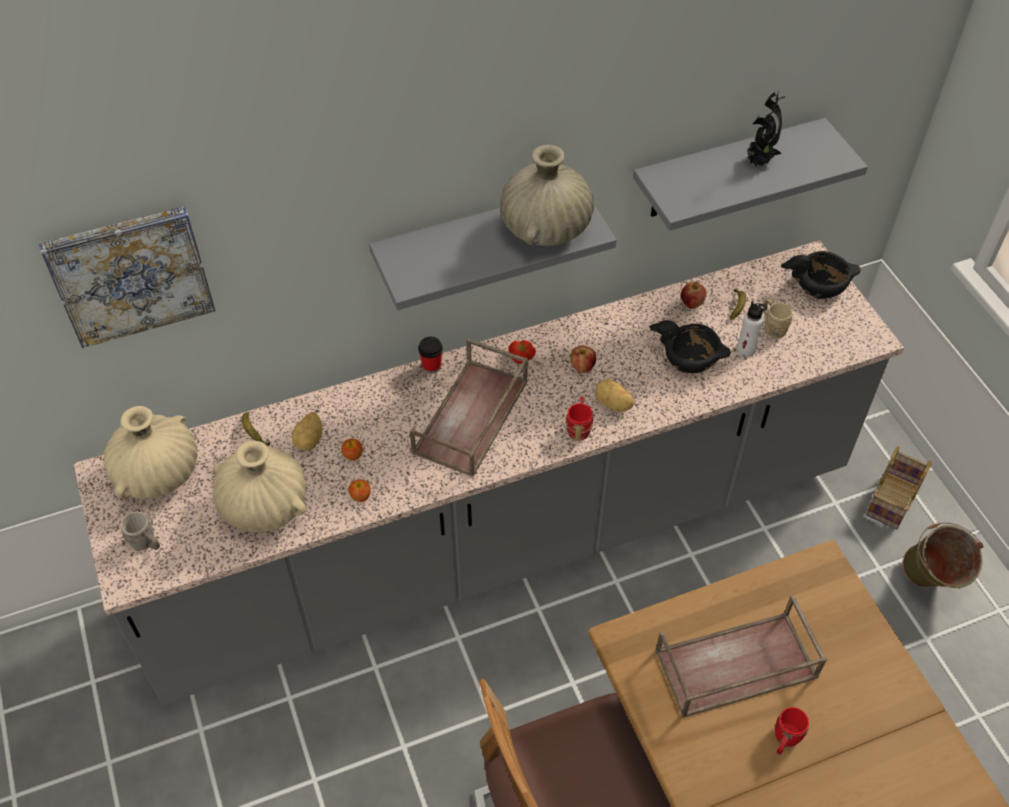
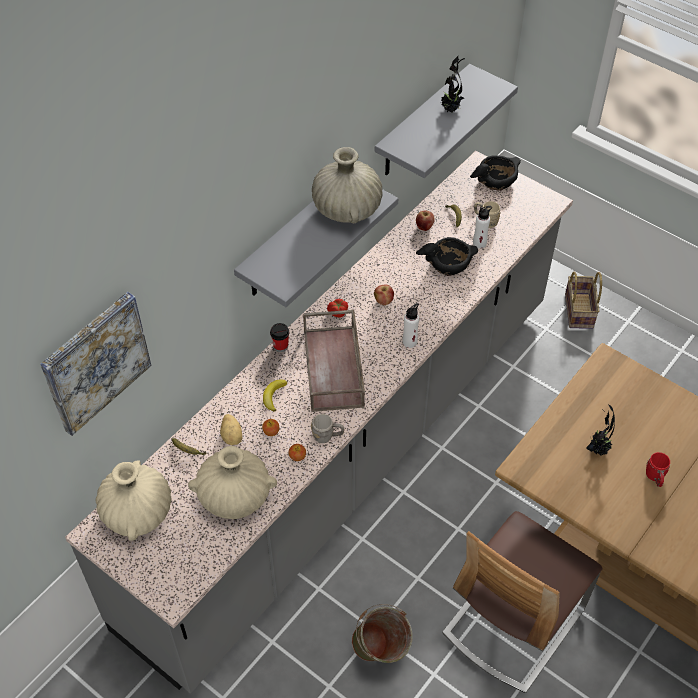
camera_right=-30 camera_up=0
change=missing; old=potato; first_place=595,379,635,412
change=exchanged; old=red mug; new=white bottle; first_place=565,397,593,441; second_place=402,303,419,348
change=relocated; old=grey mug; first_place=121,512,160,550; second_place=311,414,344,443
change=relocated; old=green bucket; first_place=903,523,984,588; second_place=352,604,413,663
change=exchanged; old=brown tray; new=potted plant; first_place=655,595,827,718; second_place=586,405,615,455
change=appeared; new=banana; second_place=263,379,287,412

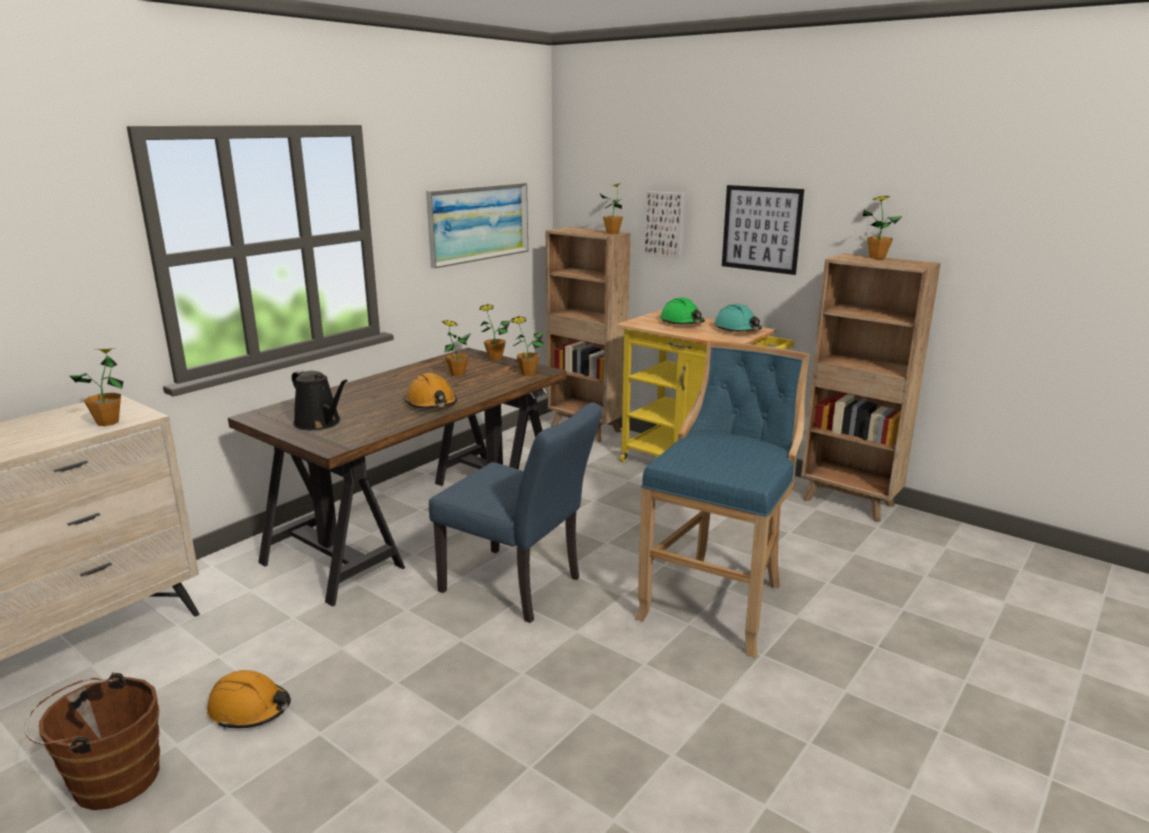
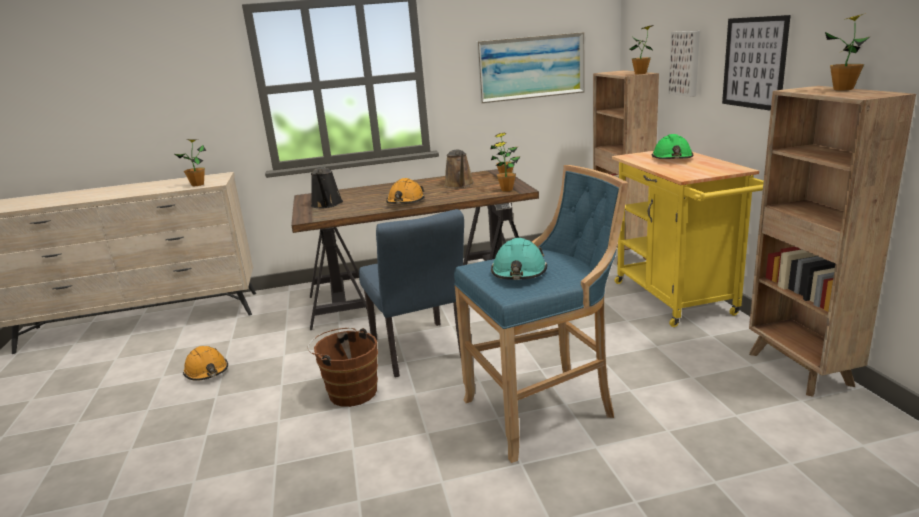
camera_right=40 camera_up=0
change=relocated; old=turquoise hard hat; first_place=714,304,762,332; second_place=491,238,547,280
change=exchanged; old=potted plant; new=brown watering can; first_place=442,320,471,376; second_place=444,150,474,188
change=relocated; old=brown bucket; first_place=25,672,160,810; second_place=308,328,378,407

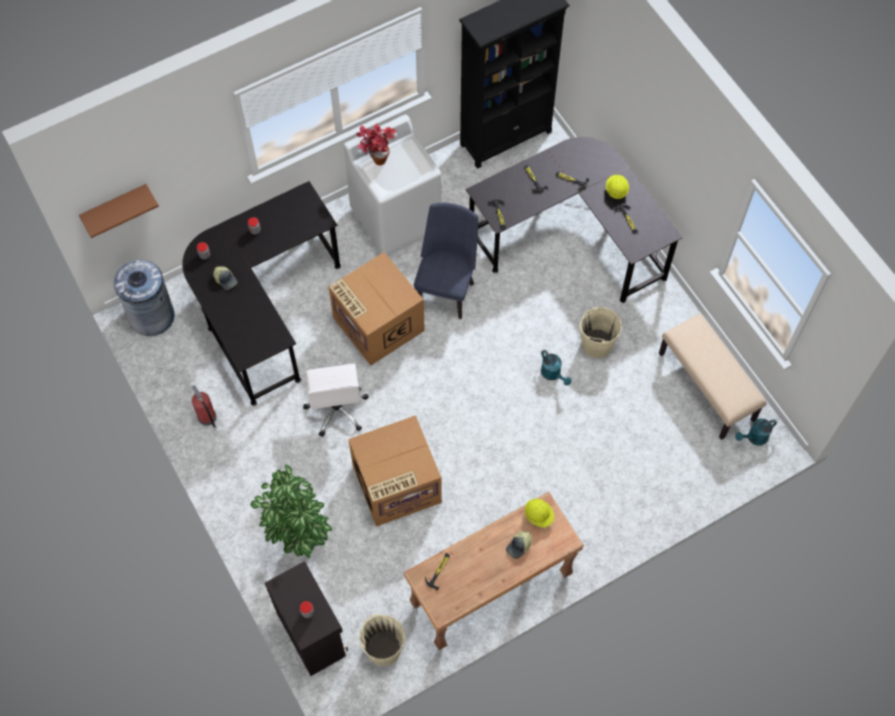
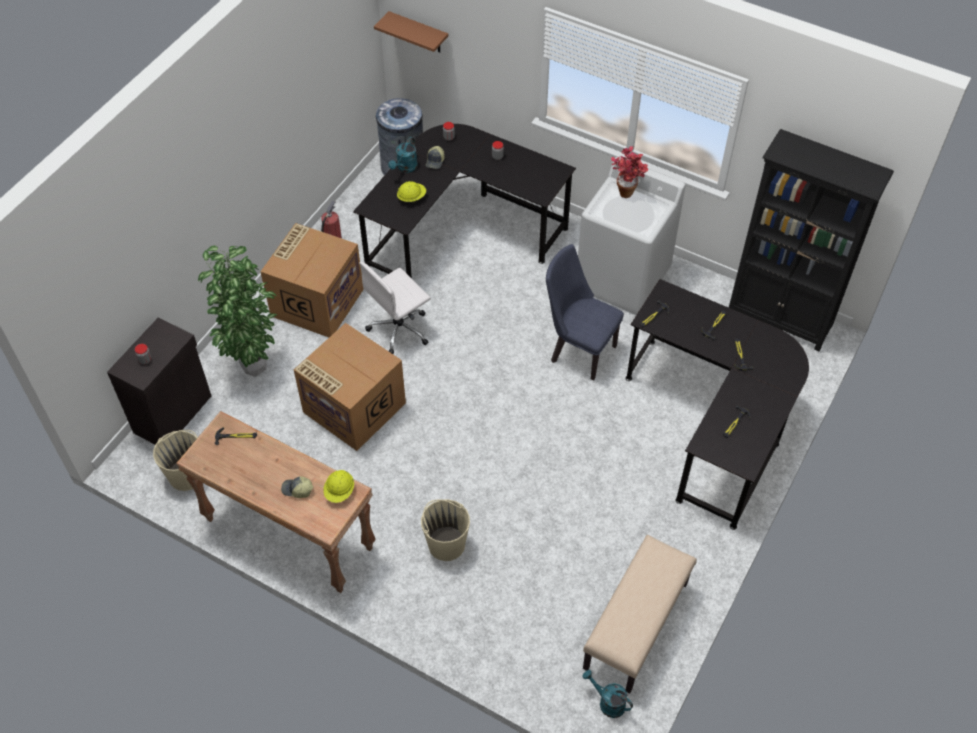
camera_right=60 camera_up=-10
change=relocated; old=yellow hard hat; first_place=606,175,629,199; second_place=397,181,426,203
change=spun; old=blue chair; first_place=414,203,478,319; second_place=546,244,624,380; degrees=-135
change=relocated; old=cardboard box; first_place=329,252,425,366; second_place=260,223,364,337
change=relocated; old=beige bucket; first_place=579,307,622,358; second_place=421,499,470,561
change=relocated; old=turquoise watering can; first_place=541,350,571,385; second_place=388,137,418,173

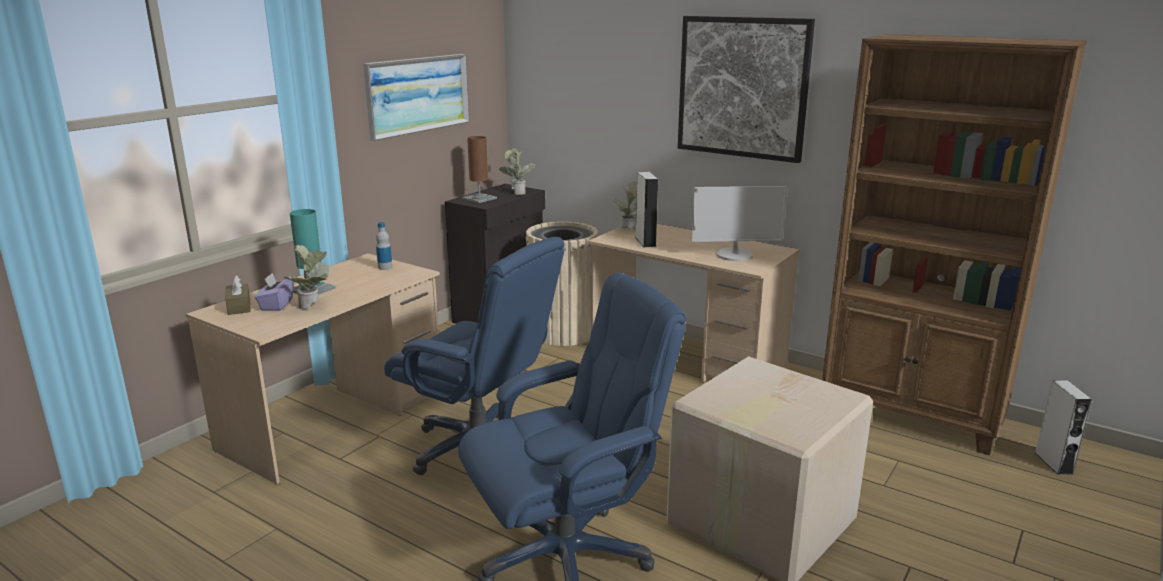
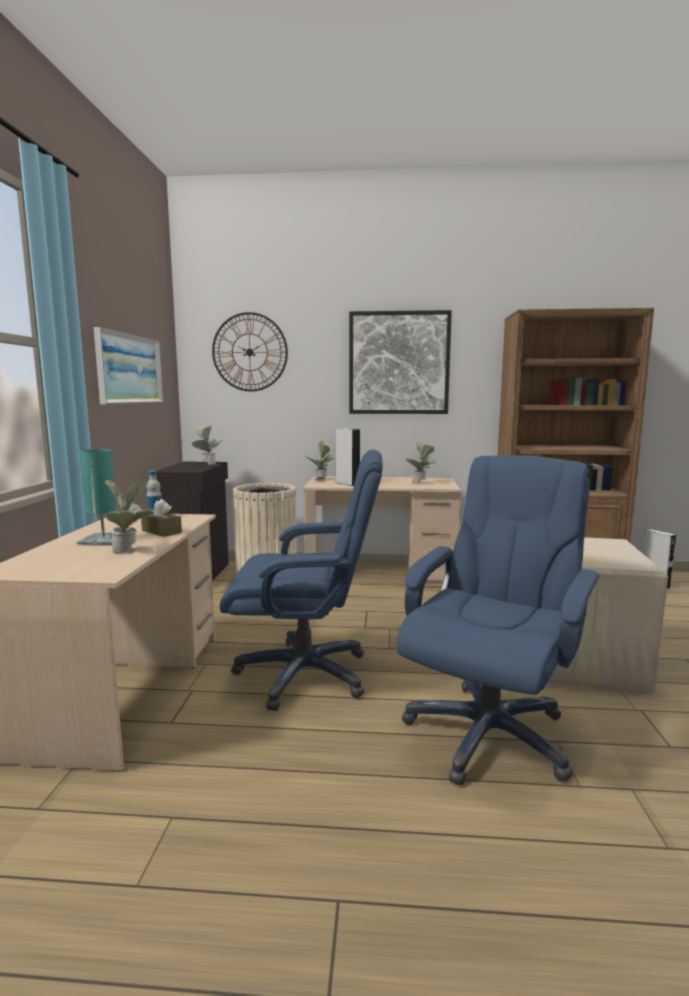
camera_right=-30 camera_up=-10
change=missing; old=brown table lamp; first_place=462,136,497,203
change=exchanged; old=monitor; new=potted plant; first_place=692,186,787,261; second_place=406,442,436,483
change=missing; old=purple tissue box; first_place=255,273,293,311
change=relocated; old=brown tissue box; first_place=225,275,250,315; second_place=141,499,182,537
change=appeared; new=wall clock; second_place=212,312,288,391

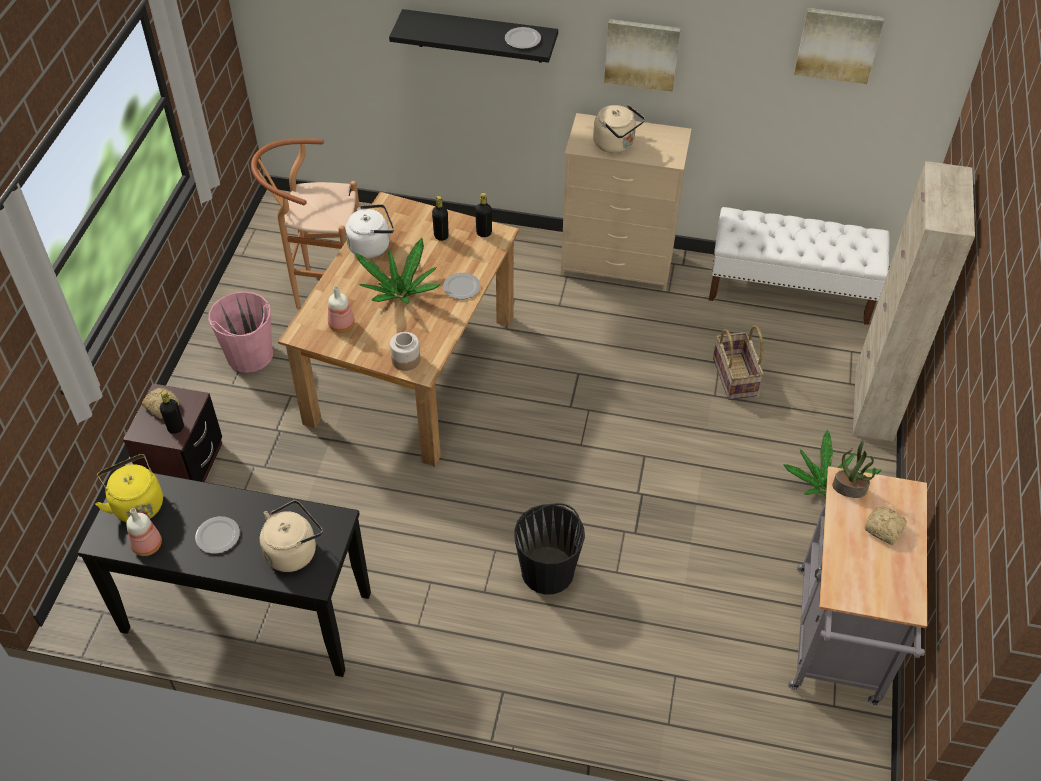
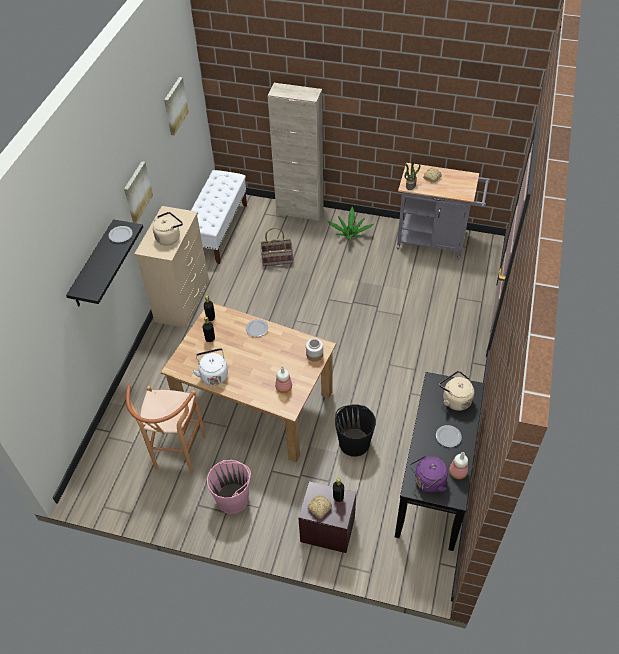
camera_right=-85 camera_up=0
change=missing; old=potted plant; first_place=356,238,440,304
change=colour; old=yellow kettle; new=purple kettle; first_place=95,454,163,522; second_place=410,456,448,493
change=relocated; old=black bucket; first_place=514,503,585,595; second_place=335,405,376,457

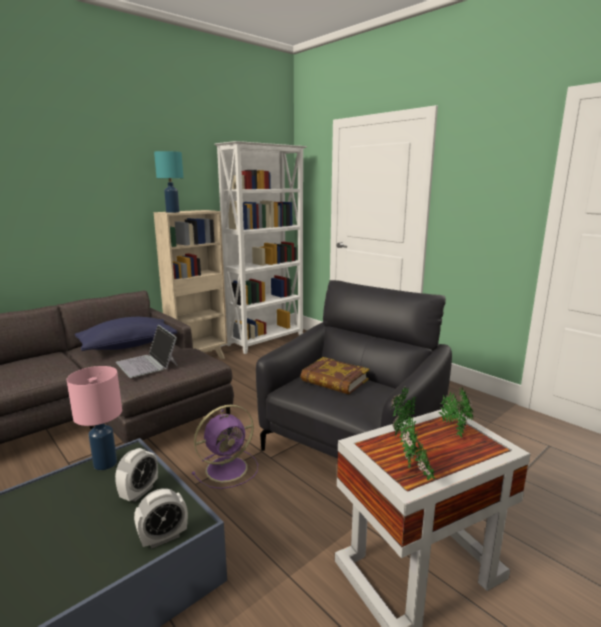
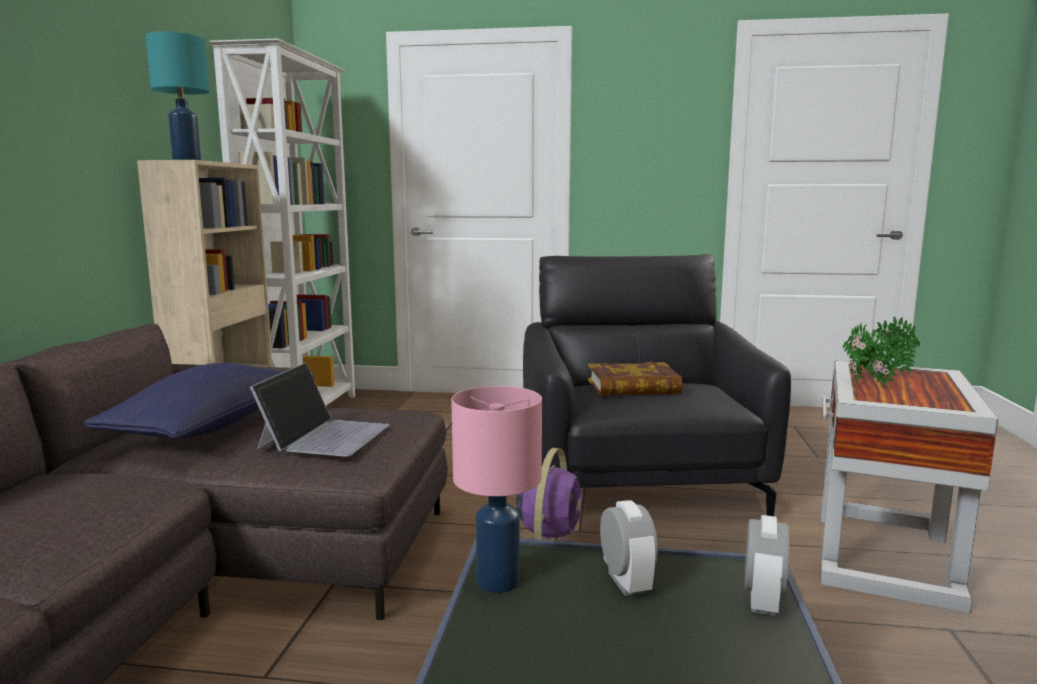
camera_right=-40 camera_up=-5
change=spun; old=laptop; first_place=116,325,178,378; second_place=250,363,390,457; degrees=-90
change=missing; old=potted plant; first_place=400,416,436,480

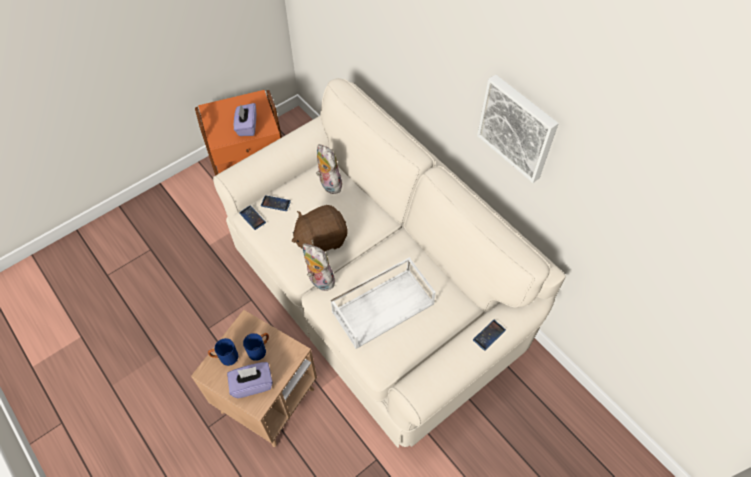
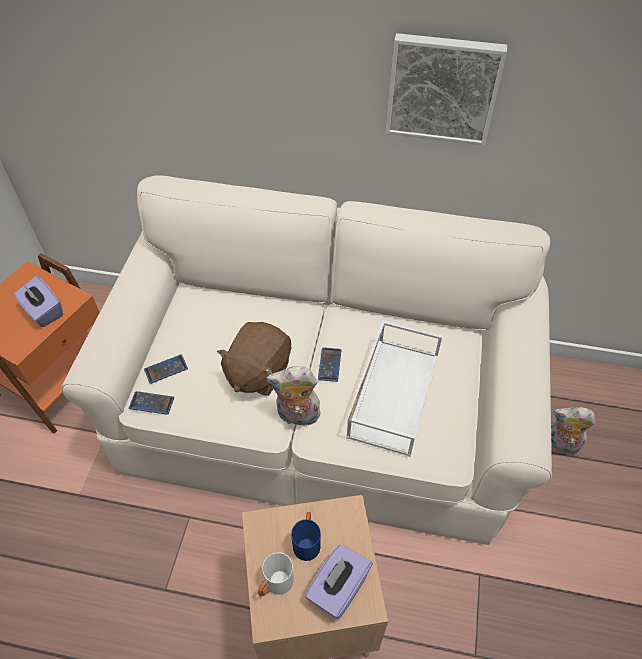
camera_right=-40 camera_up=-5
change=relocated; old=plush toy; first_place=316,144,342,194; second_place=551,407,595,457
change=relocated; old=phone; first_place=473,320,506,351; second_place=318,347,341,382
change=colour; old=blue mug; new=white mug; first_place=208,338,238,366; second_place=258,552,294,596

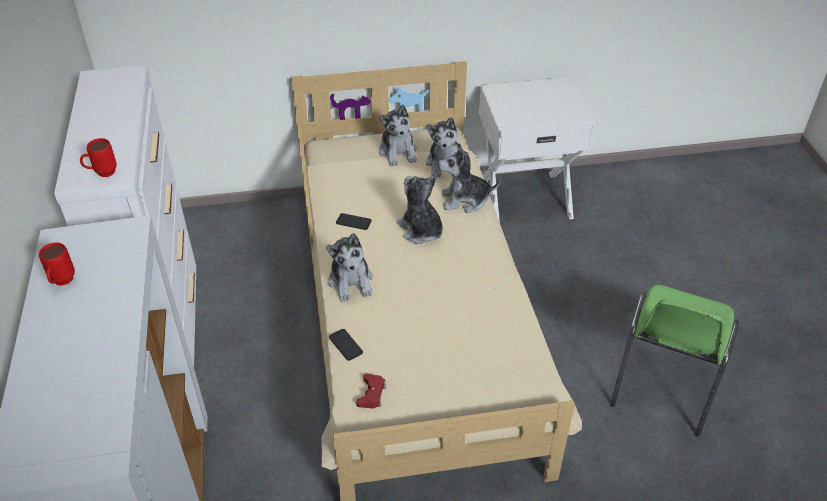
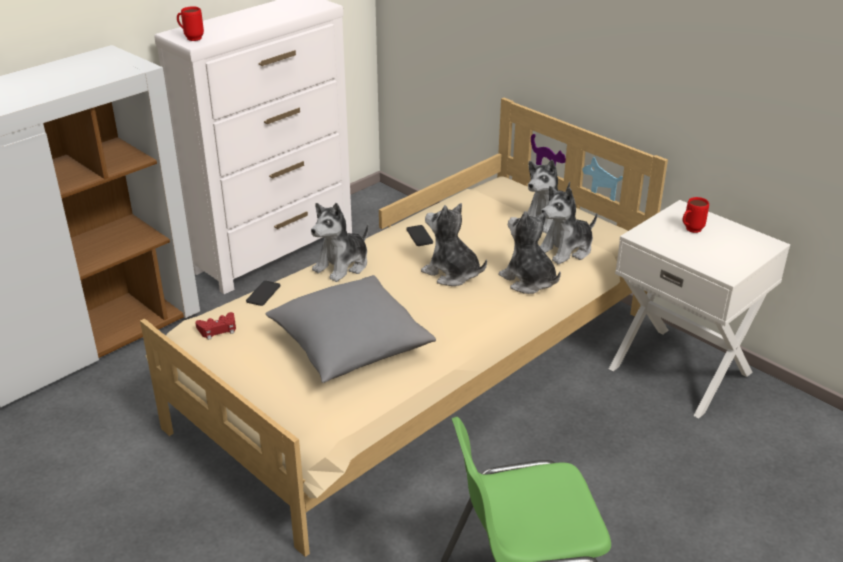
camera_right=55 camera_up=-10
change=spun; old=plush toy; first_place=397,174,443,244; second_place=421,203,487,286; degrees=-75
change=relocated; old=red mug; first_place=39,242,75,286; second_place=682,197,709,233
change=appeared; new=grey pillow; second_place=265,275,436,383

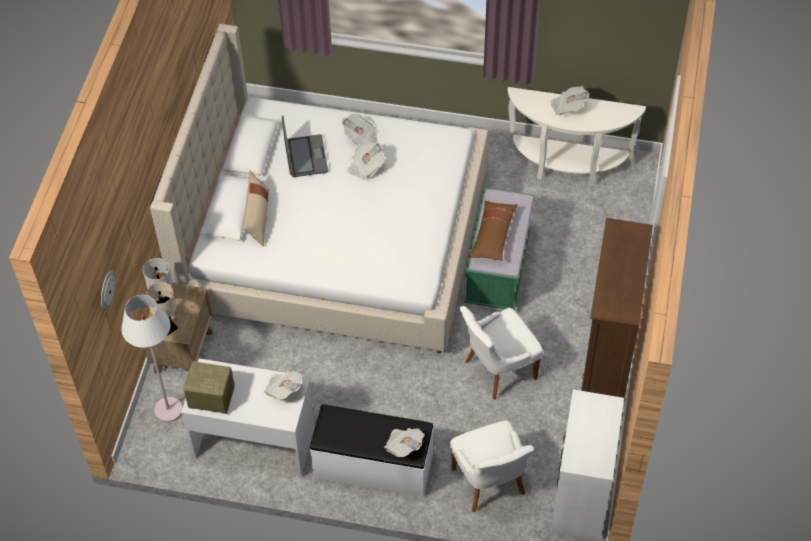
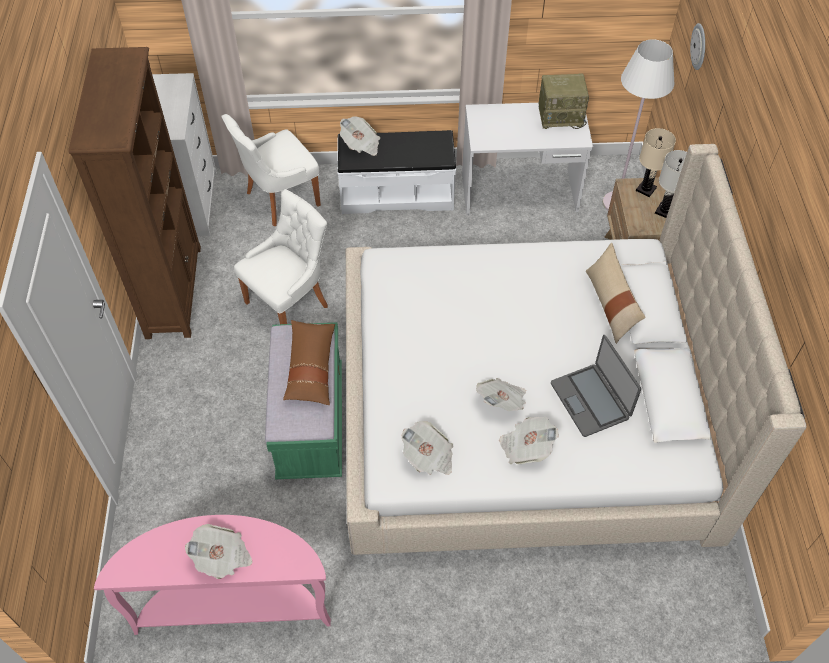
camera_right=165 camera_up=0
change=colour; old=white console table; new=pink console table; first_place=507,87,646,187; second_place=94,515,331,635
change=relocated; old=newspaper; first_place=263,371,303,400; second_place=402,421,453,475
change=spun; old=white chair; first_place=450,421,535,512; second_place=221,114,321,226; degrees=-90

